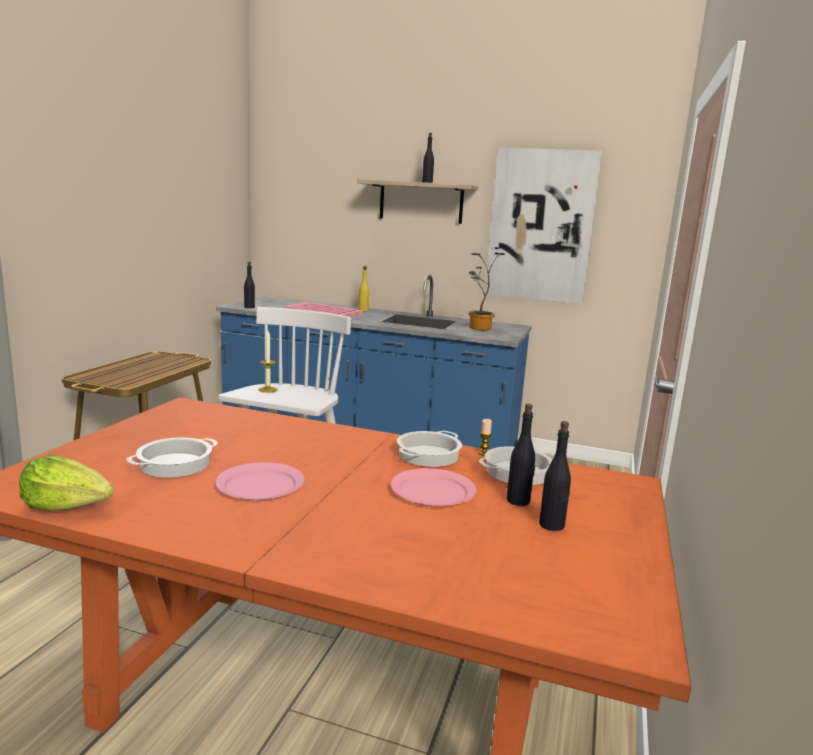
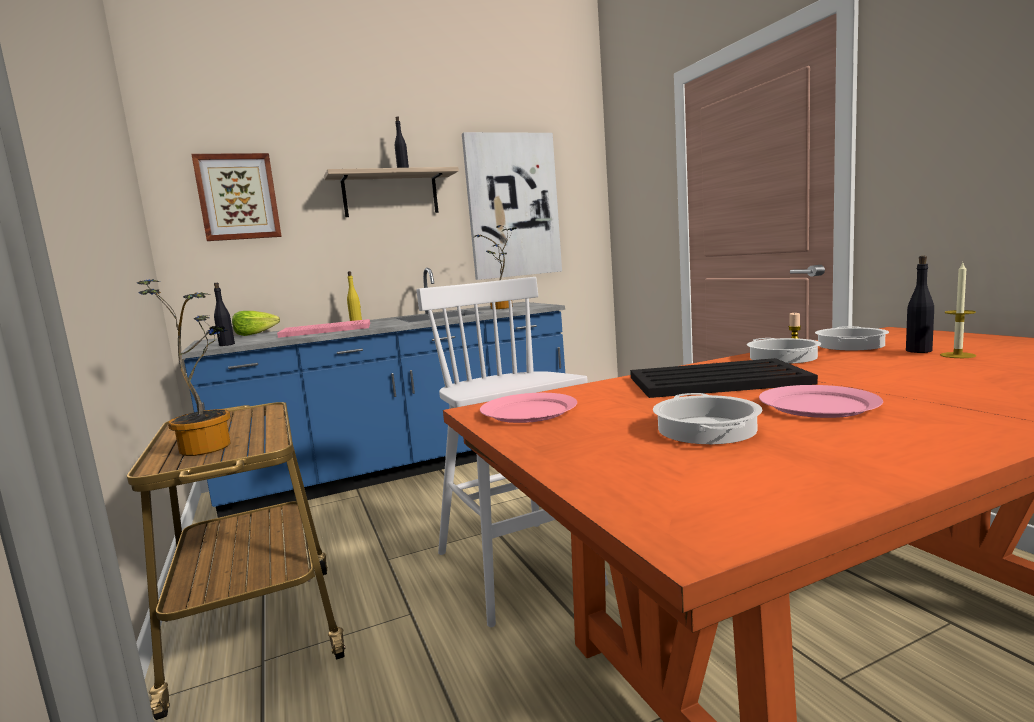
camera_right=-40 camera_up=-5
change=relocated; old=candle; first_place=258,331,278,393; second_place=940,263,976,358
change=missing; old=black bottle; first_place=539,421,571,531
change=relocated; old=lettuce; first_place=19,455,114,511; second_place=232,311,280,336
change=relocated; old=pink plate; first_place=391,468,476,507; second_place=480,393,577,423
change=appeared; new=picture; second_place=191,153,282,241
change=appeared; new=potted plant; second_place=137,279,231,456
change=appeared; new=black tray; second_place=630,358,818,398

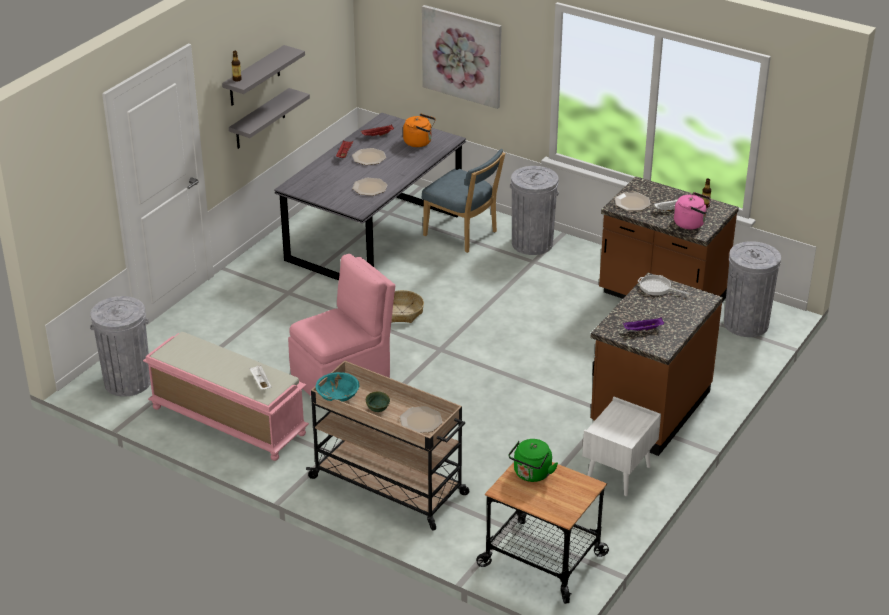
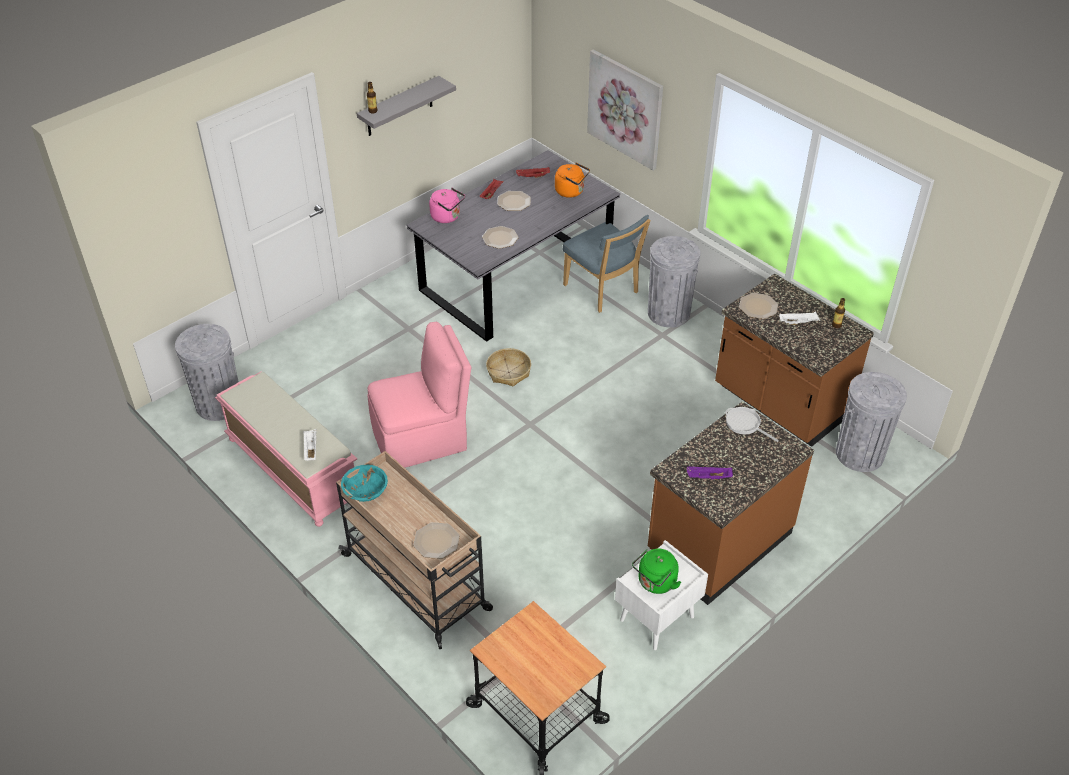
camera_right=15 camera_up=10
change=missing; old=grey shelf; first_place=229,88,310,149
change=relocated; old=pink kettle; first_place=674,192,711,230; second_place=429,188,465,223
change=missing; old=green bowl; first_place=366,392,390,412
change=relocated; old=green kettle; first_place=508,439,558,482; second_place=632,549,681,594

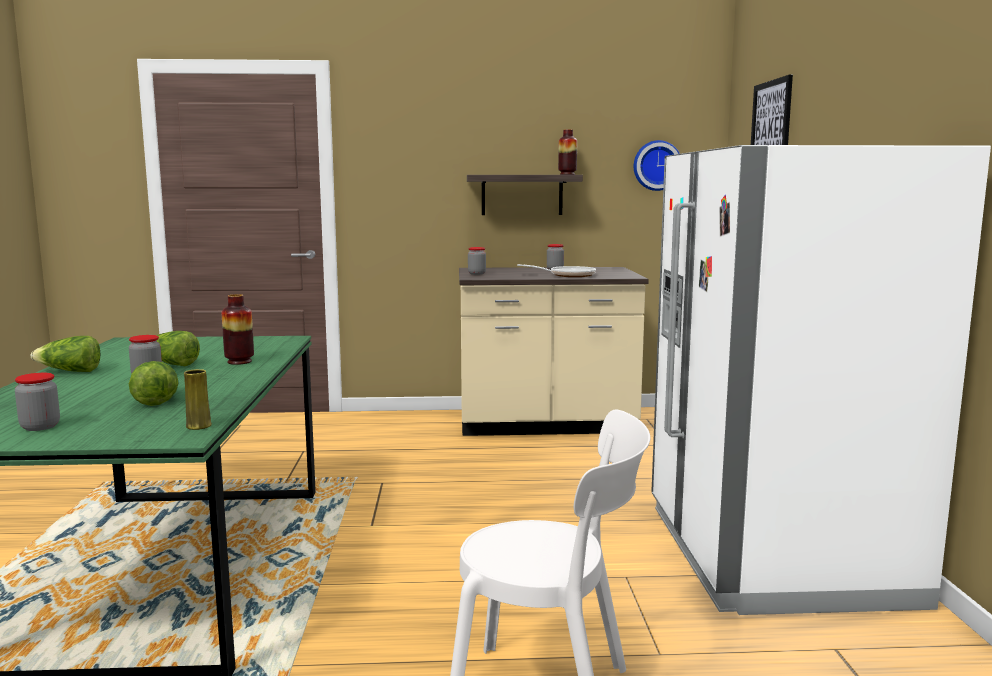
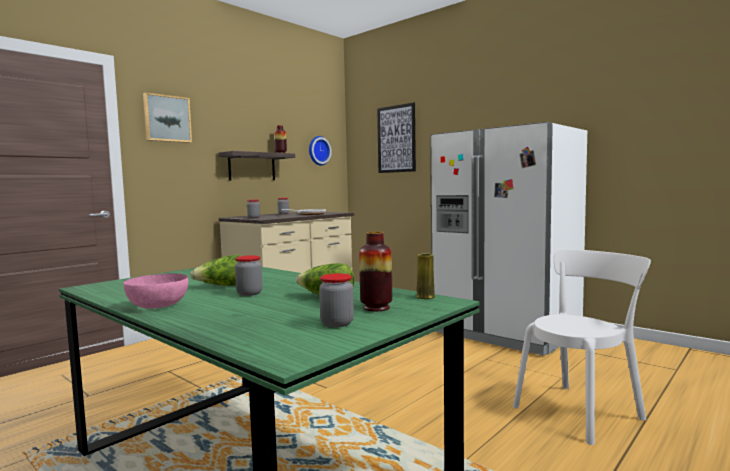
camera_right=-45 camera_up=-5
change=relocated; old=vase; first_place=222,294,254,365; second_place=359,232,392,311
change=exchanged; old=lettuce; new=pink bowl; first_place=31,336,100,372; second_place=123,273,188,308
change=appeared; new=picture; second_place=143,92,192,143

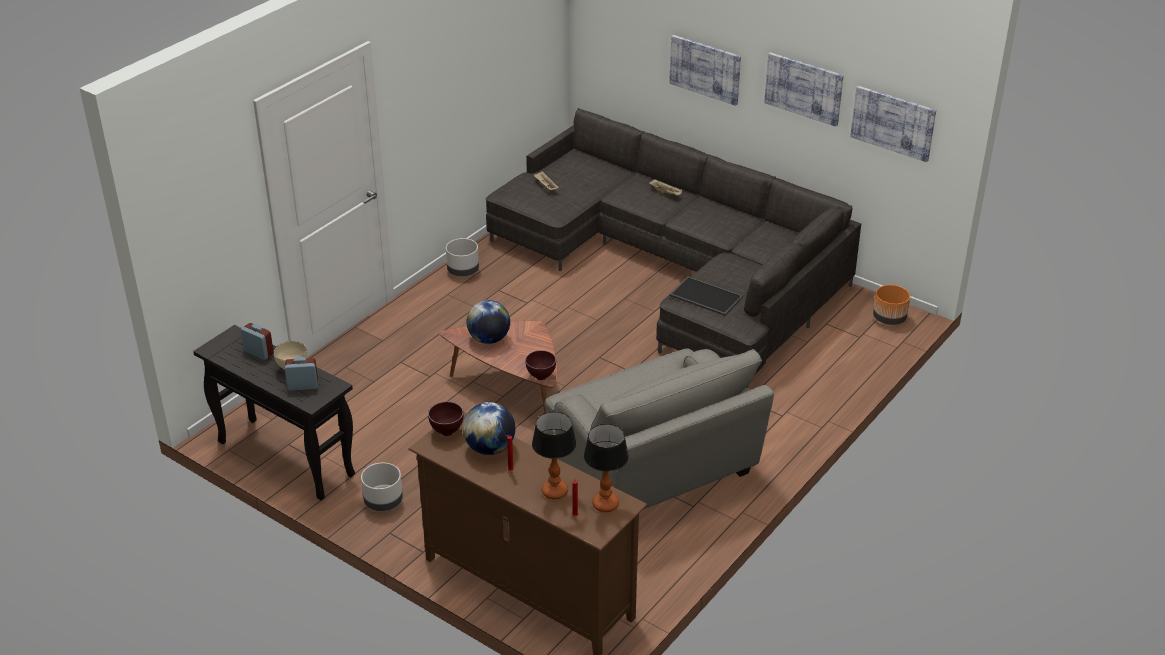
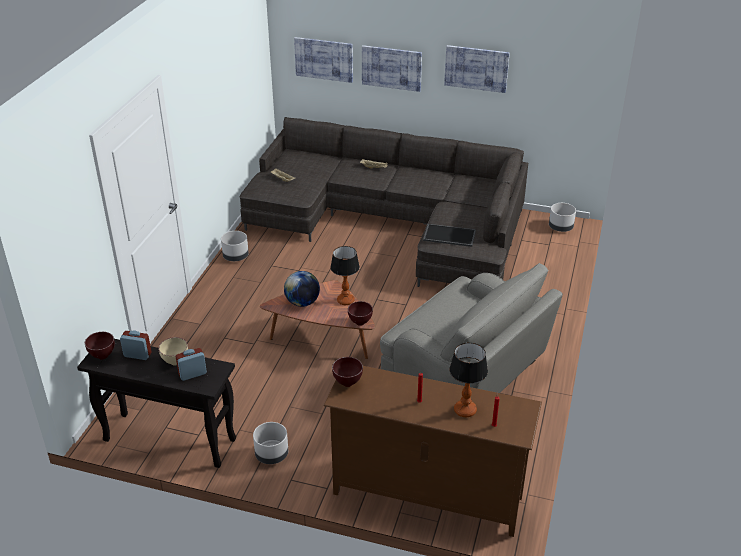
camera_right=-20 camera_up=0
change=relocated; old=picture; first_place=850,86,936,162; second_place=294,37,353,83
change=colour; old=orange planter; new=grey planter; first_place=873,285,910,325; second_place=549,203,576,232
change=missing; old=globe; first_place=463,402,515,455
change=relocated; old=table lamp; first_place=584,424,629,512; second_place=330,246,360,305
change=appeared; new=brown bowl; second_place=85,332,115,359

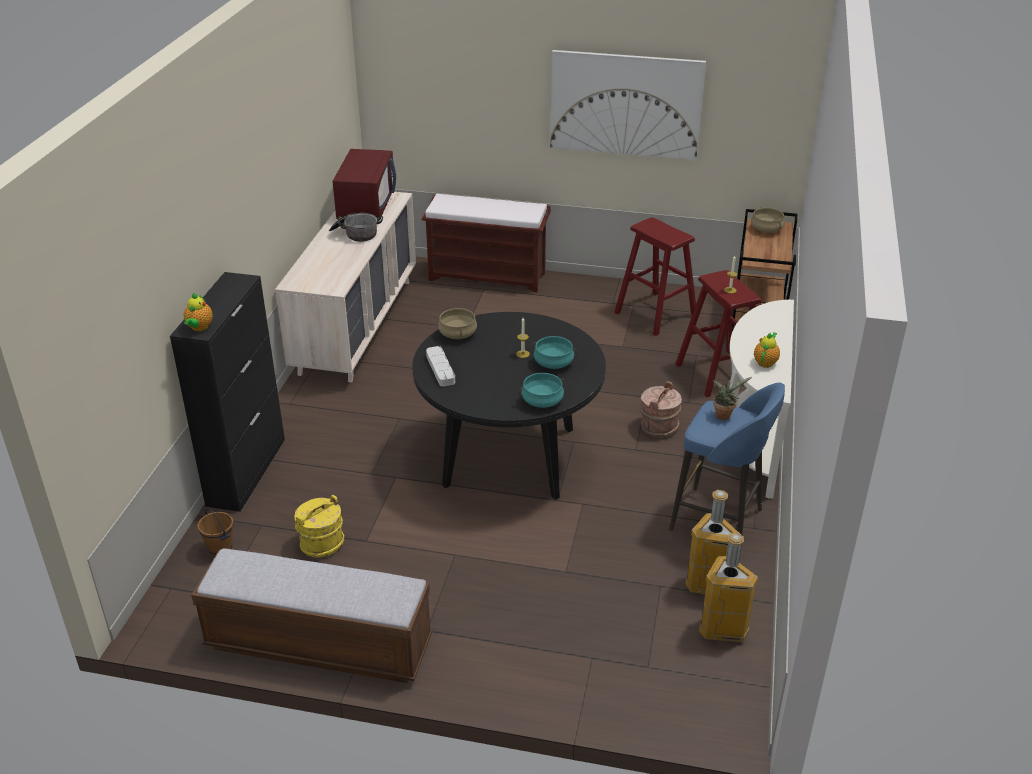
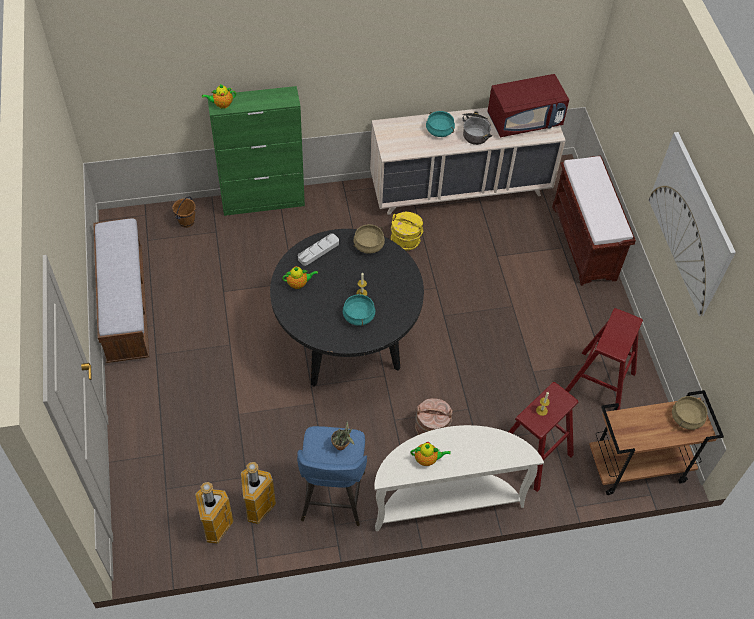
camera_right=65 camera_up=20
change=colour; old=black cabinet; new=green cabinet; first_place=170,272,285,512; second_place=208,86,305,216
change=relocated; old=turquoise cooking pot; first_place=518,373,565,408; second_place=426,111,455,137
change=relocated; old=yellow bucket; first_place=294,495,344,558; second_place=391,212,424,251
change=appeared; new=teapot; second_place=282,266,318,289

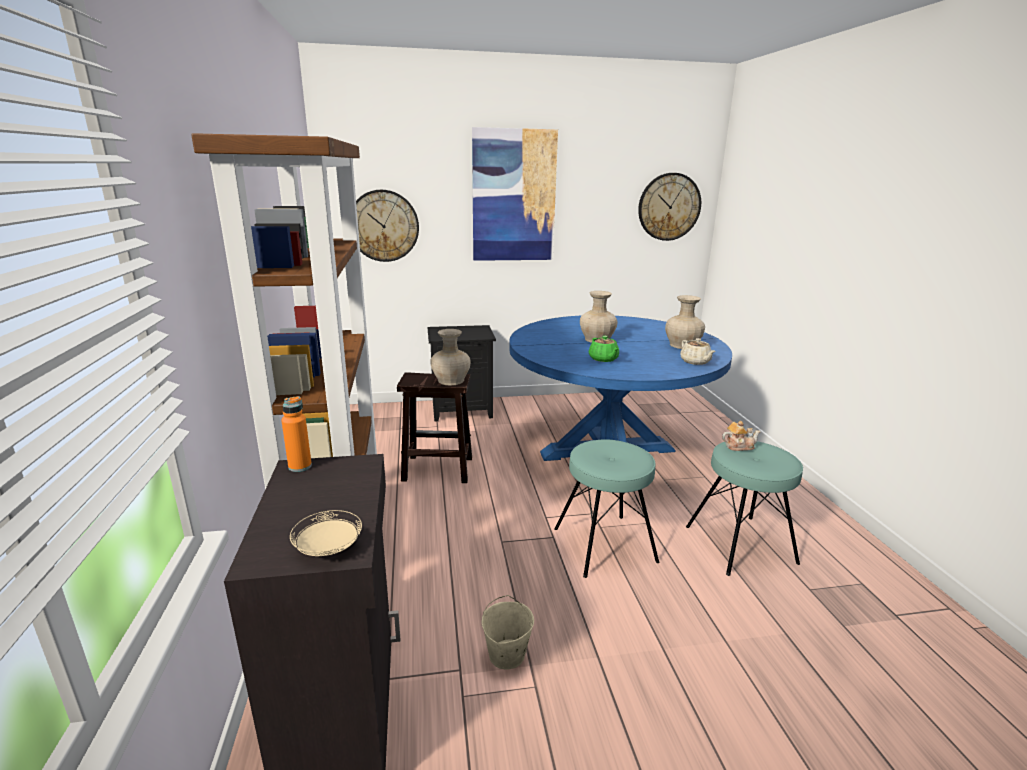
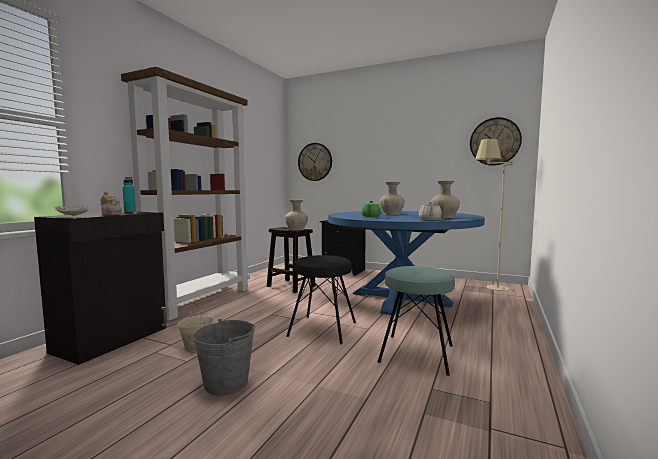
camera_right=35 camera_up=-15
change=missing; old=picture; first_place=472,127,558,261
change=colour; old=orange bottle; new=turquoise bottle; first_place=281,396,312,472; second_place=123,177,136,212
change=relocated; old=teapot; first_place=722,421,761,451; second_place=100,191,122,215
change=colour; old=turquoise stool; new=black stool; first_place=554,439,659,578; second_place=286,255,356,344
change=appeared; new=beige floor lamp; second_place=475,139,513,291
change=appeared; new=grey bucket; second_place=193,319,255,395

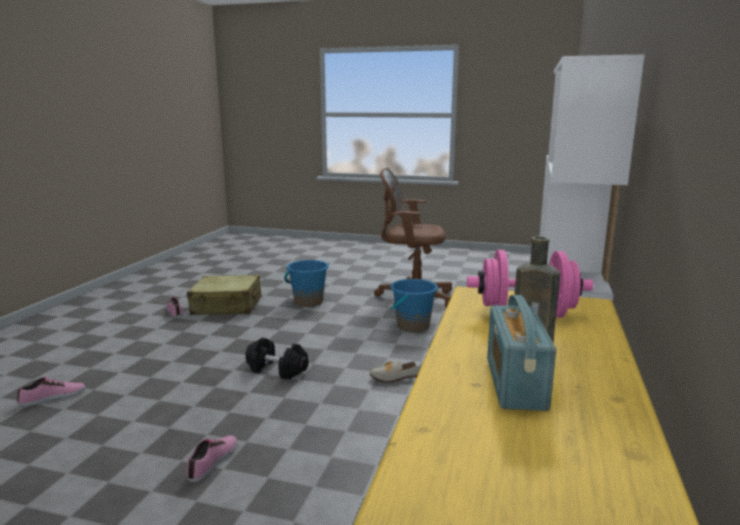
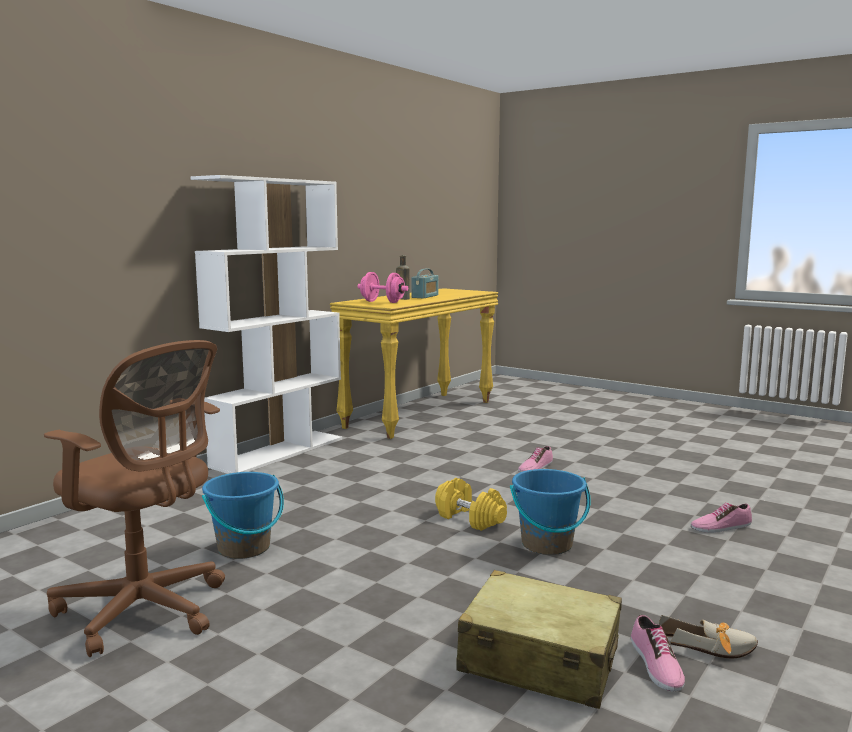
camera_right=-160 camera_up=-5
change=relocated; old=blue bucket; first_place=284,260,329,307; second_place=510,469,591,555
change=colour; old=black dumbbell; new=yellow dumbbell; first_place=245,337,309,379; second_place=435,478,507,531
change=relocated; old=shoe; first_place=369,361,423,383; second_place=659,615,758,658

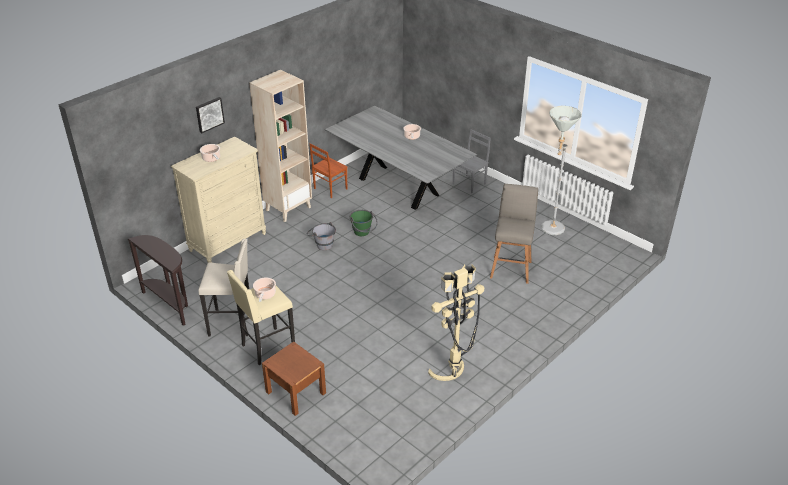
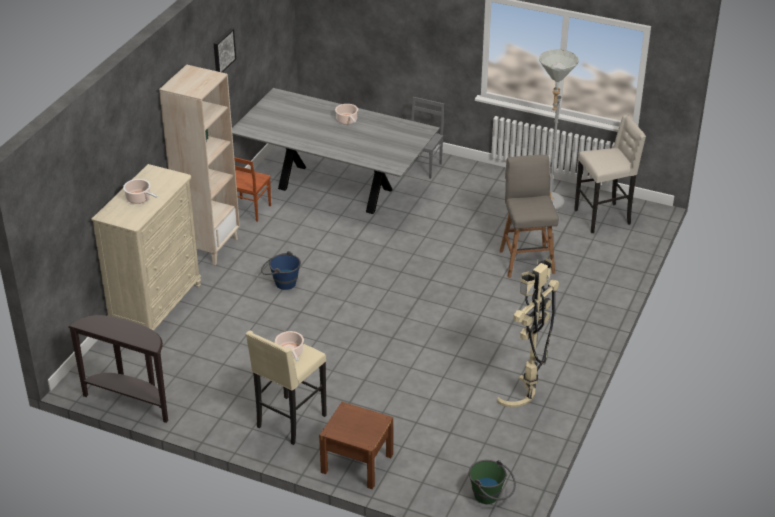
camera_right=-20 camera_up=0
change=relocated; old=picture; first_place=196,97,225,133; second_place=214,28,236,72
change=relocated; old=green bucket; first_place=350,210,378,236; second_place=469,460,516,504
change=colour; old=grey bucket; new=blue bucket; first_place=307,222,336,250; second_place=261,251,301,290
change=relocated; old=beige stool; first_place=198,239,249,337; second_place=574,115,646,233

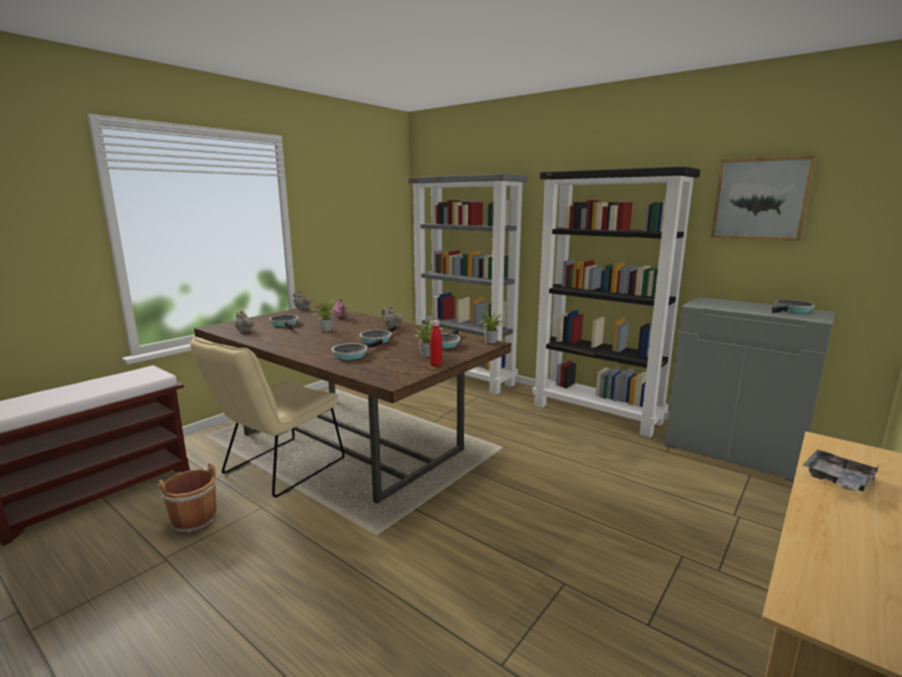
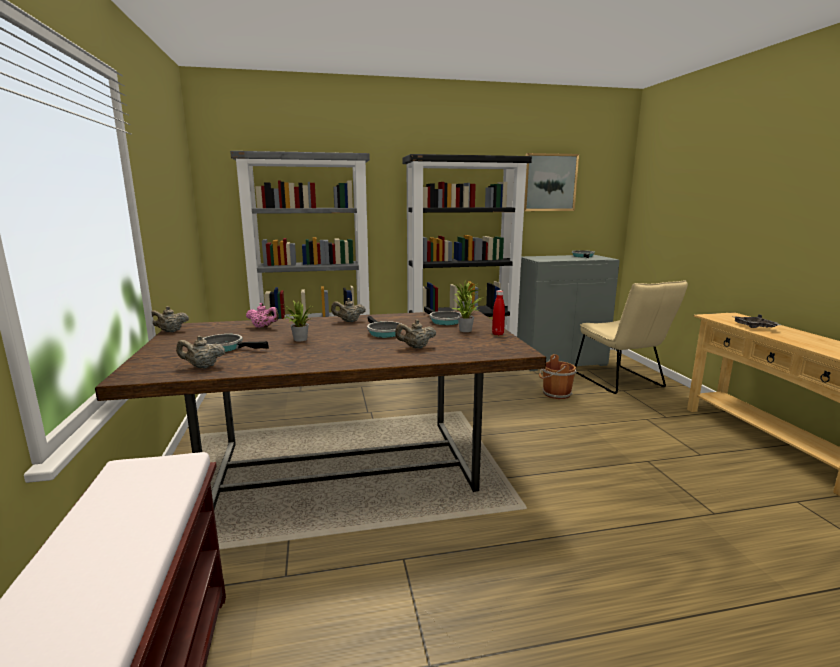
camera_right=-50 camera_up=0
change=relocated; old=beige chair; first_place=190,336,345,498; second_place=575,280,688,394
change=exchanged; old=frying pan; new=beige teapot; first_place=332,338,383,360; second_place=395,319,436,349
change=relocated; old=brown bucket; first_place=156,463,217,534; second_place=539,354,577,399

